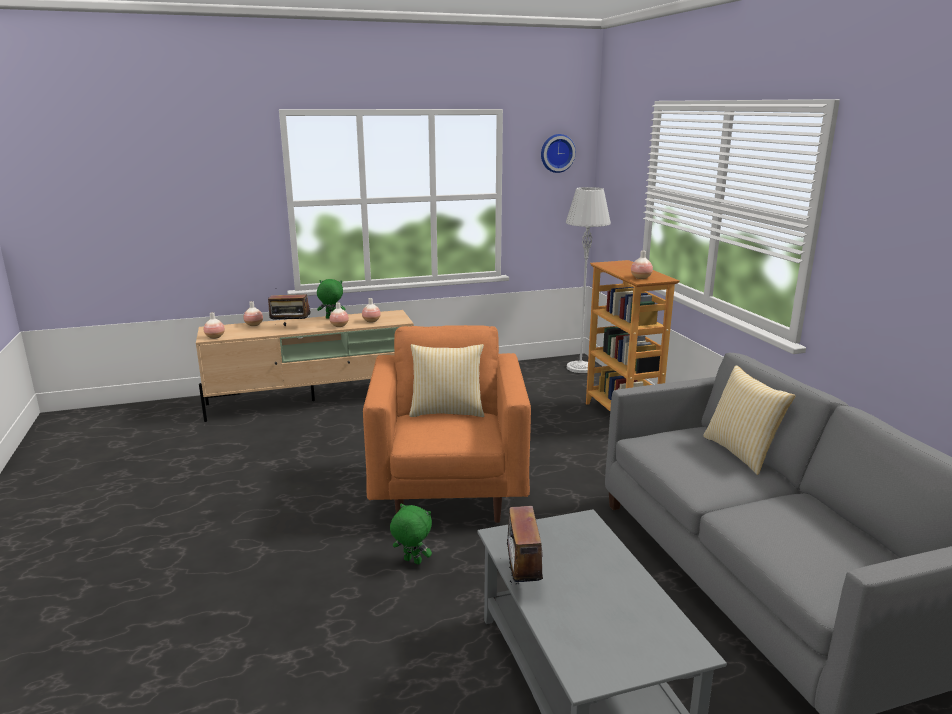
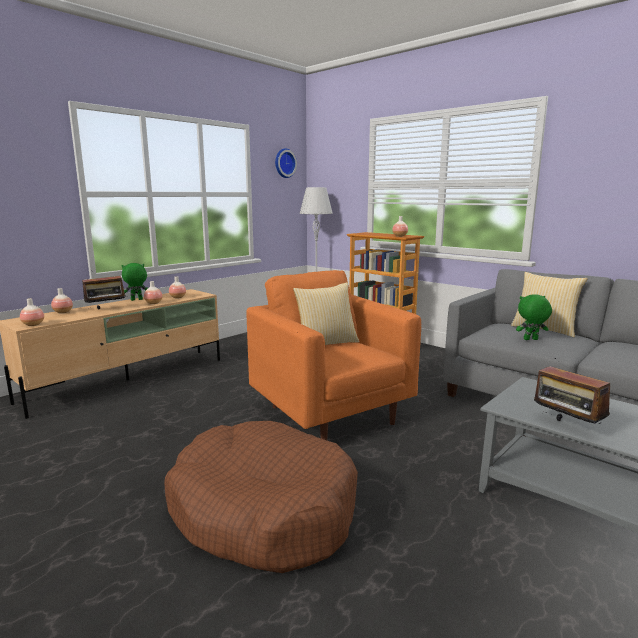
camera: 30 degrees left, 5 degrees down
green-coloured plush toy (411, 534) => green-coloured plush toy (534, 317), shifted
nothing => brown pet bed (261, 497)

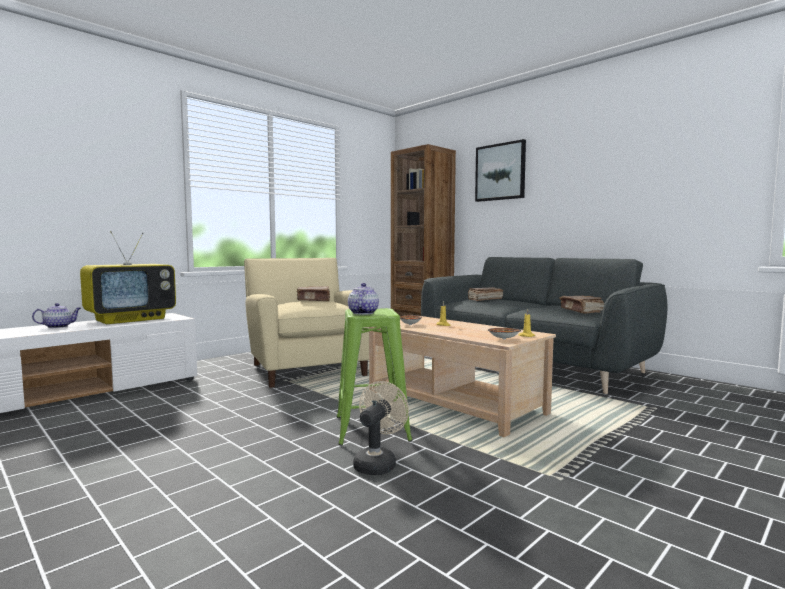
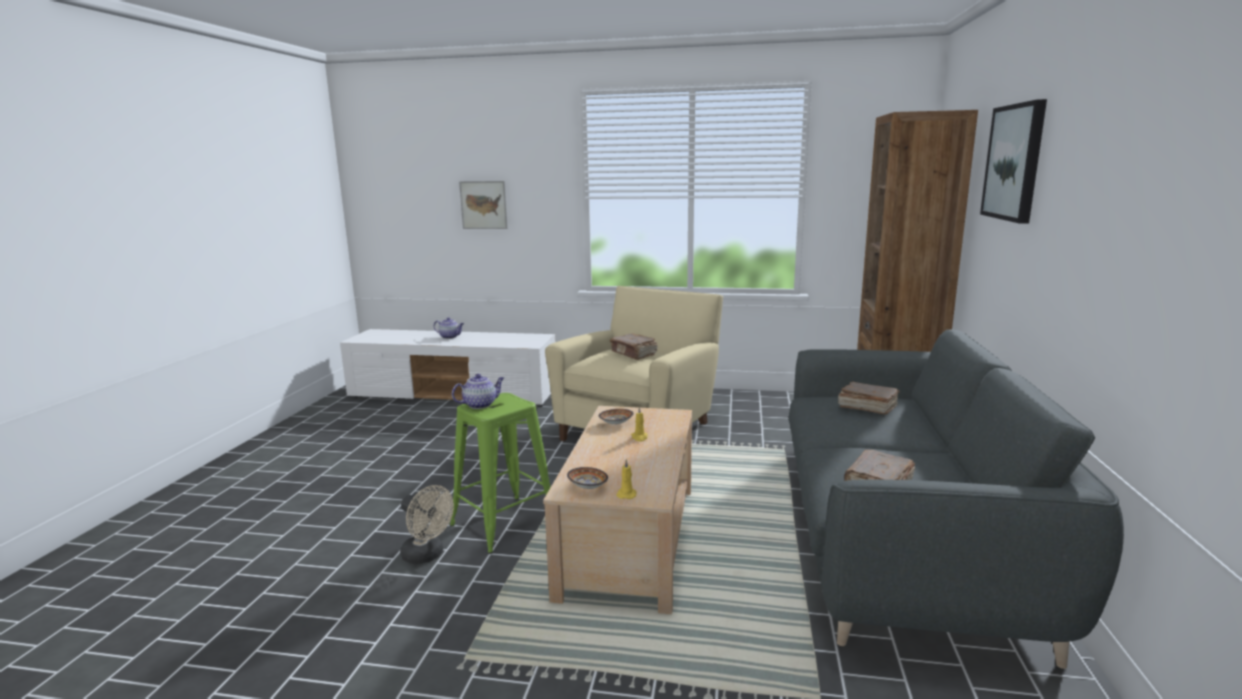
camera: 55 degrees right, 10 degrees up
television (128, 277) => nothing
beige-coloured fan (381, 428) => beige-coloured fan (427, 524), 45 degrees clockwise
nothing => wall picture (483, 205)

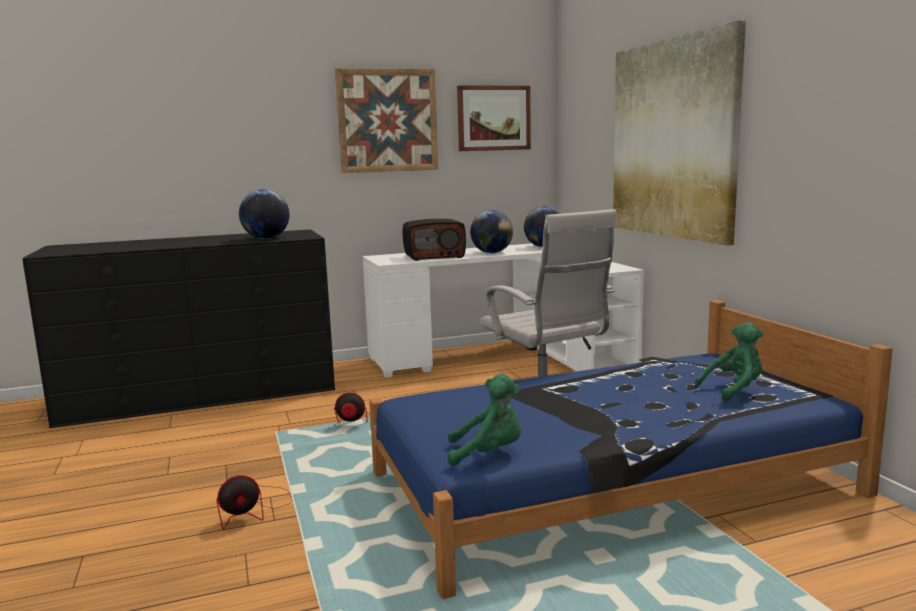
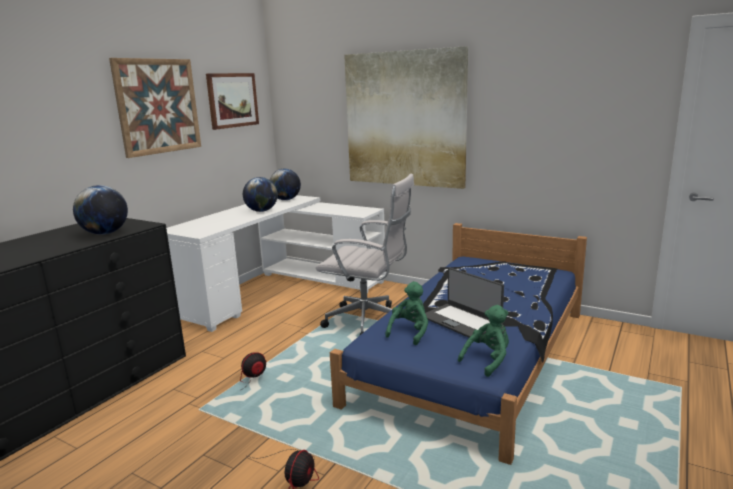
camera: 40 degrees left, 5 degrees up
radio receiver (434, 240) => nothing
green-coloured plush toy (729, 362) => green-coloured plush toy (406, 313), shifted
nothing => portable computer (464, 302)

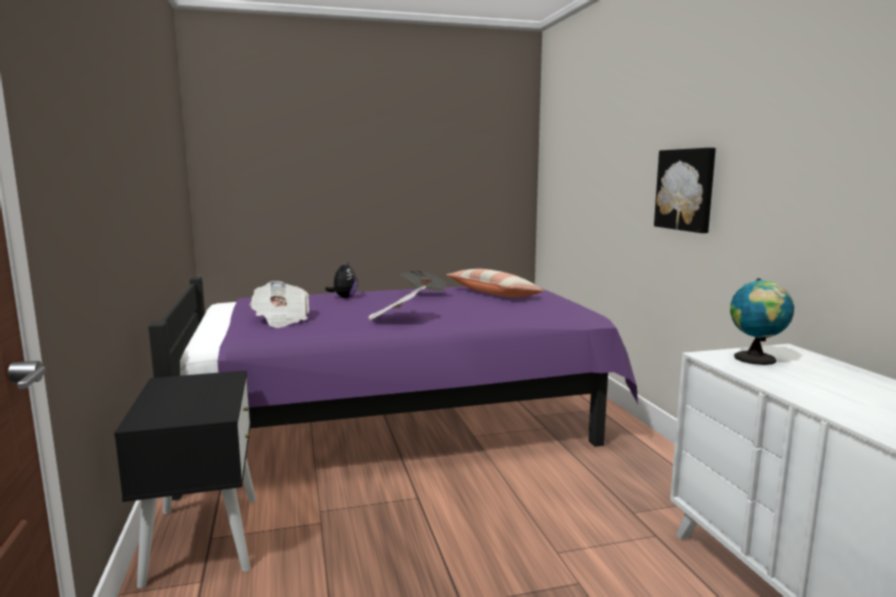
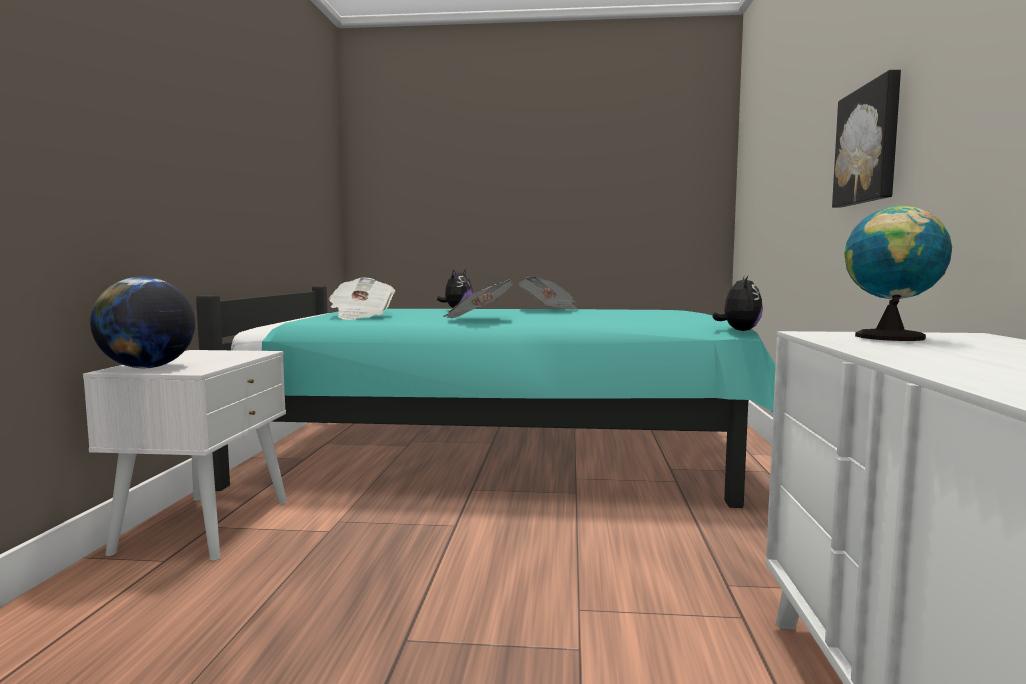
camera: 20 degrees right, 5 degrees down
cushion (495, 283) => nothing
purple sleeping bed (393, 388) => turquoise-coloured sleeping bed (486, 397)
black night table (185, 479) => whitish night table (185, 455)
nothing => plush toy (737, 303)
nothing => globe (142, 322)

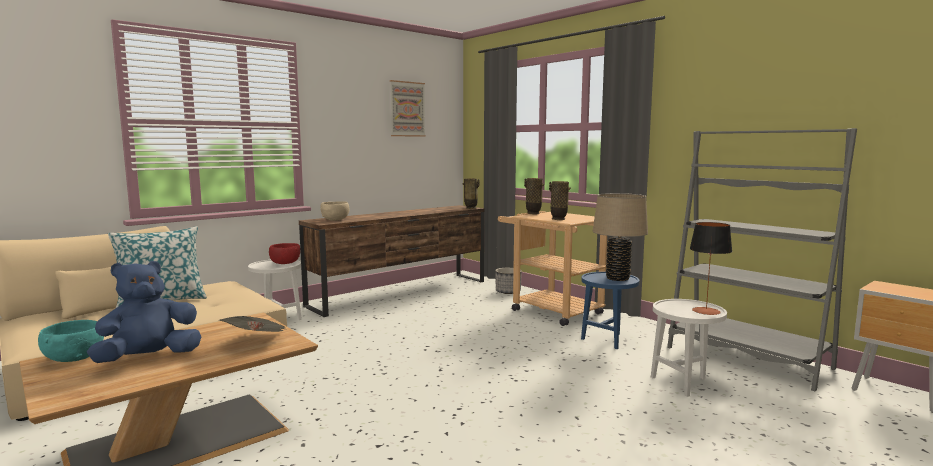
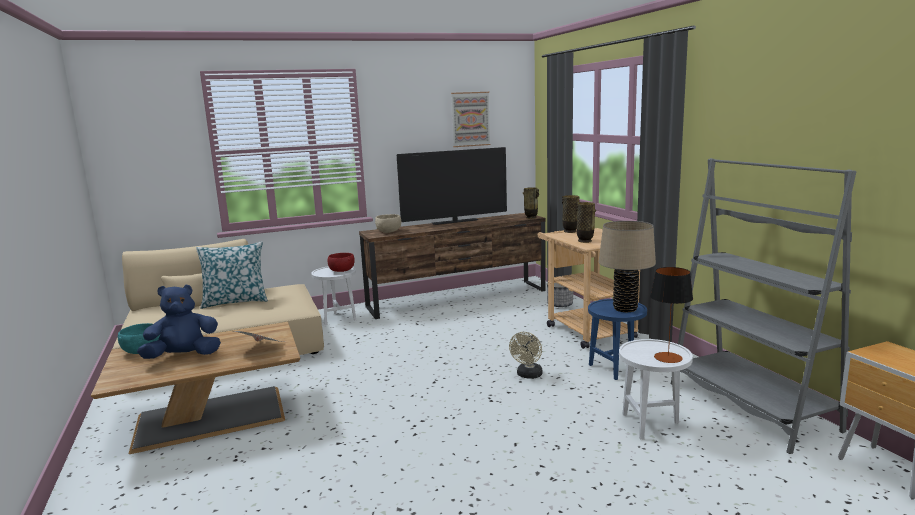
camera: 20 degrees right, 5 degrees up
nothing => television (452, 186)
nothing => beige-coloured fan (526, 355)

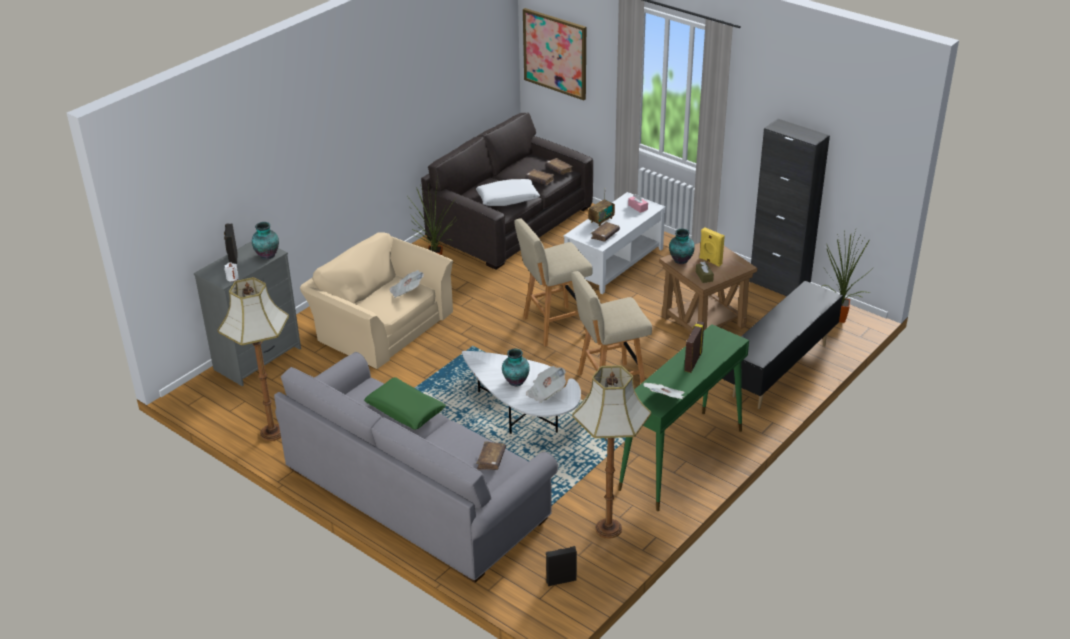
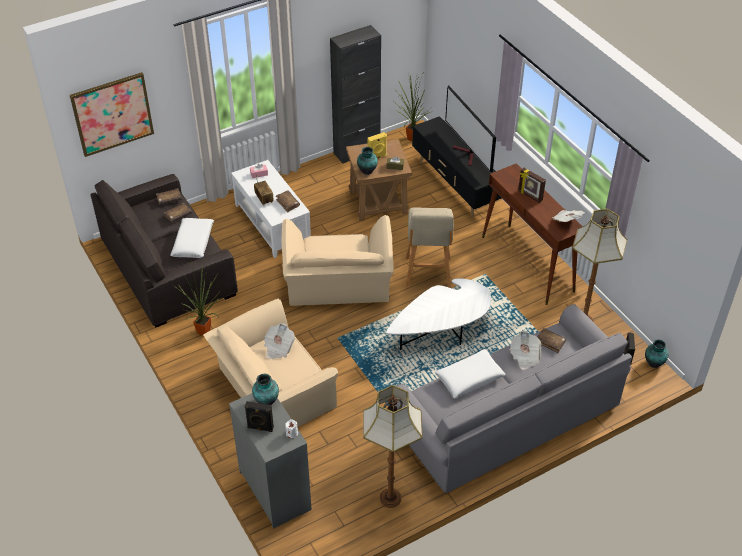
camera: 70 degrees left, 10 degrees up
beige-coloured stool (553, 282) => beige-coloured easy chair (338, 260)
green-coloured console table (683, 417) => brown console table (532, 234)
vase (516, 367) => vase (656, 353), shifted
printed paper (546, 384) => printed paper (525, 350), shifted
green-coloured cushion (405, 403) => whitish cushion (470, 373)
nothing => television (470, 129)

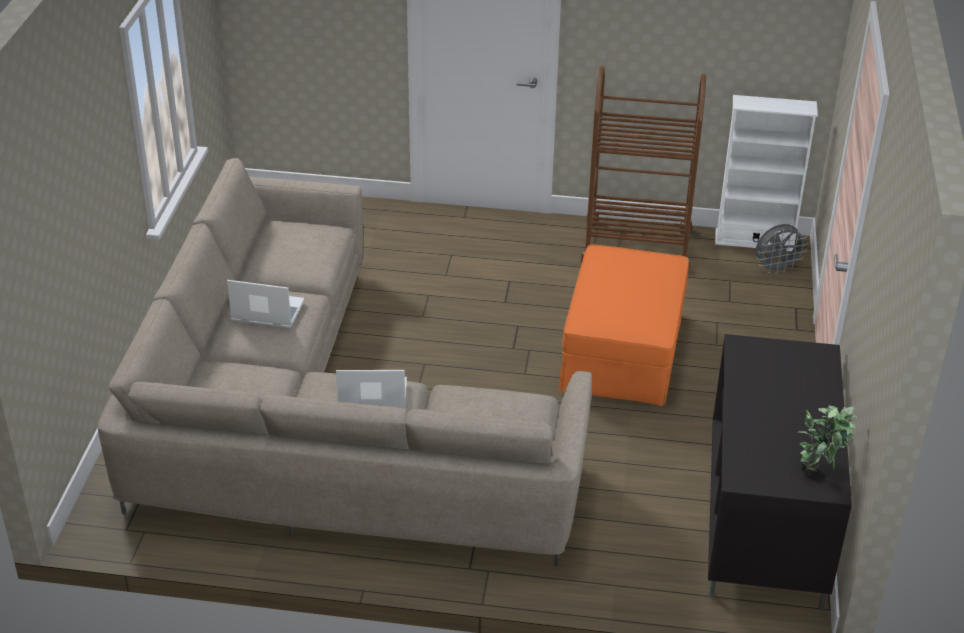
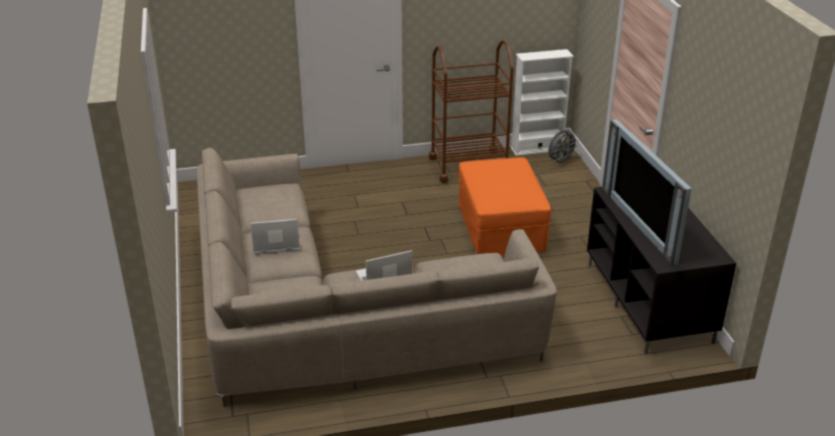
camera: 20 degrees left, 5 degrees down
houseplant (828, 440) => nothing
nothing => television (647, 192)

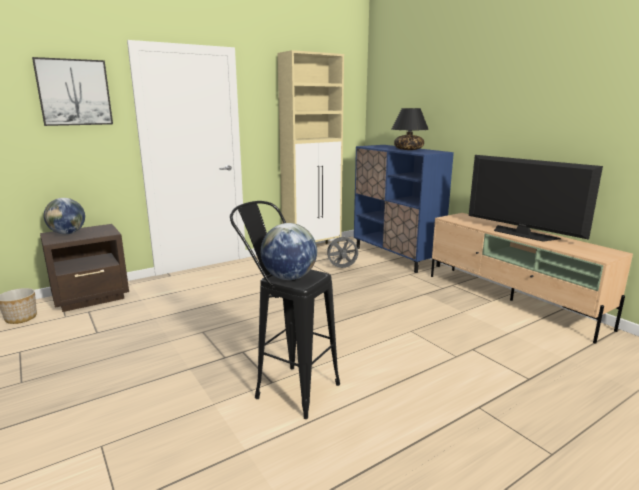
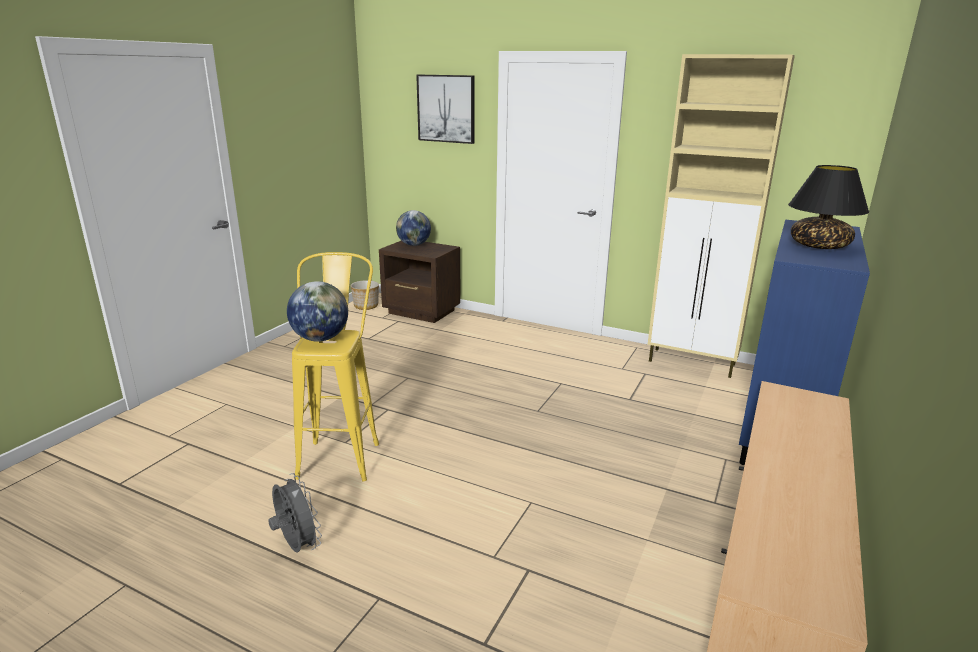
camera: 60 degrees right, 5 degrees up
television (536, 198) => nothing
black stool (285, 310) => yellow stool (335, 366)
grey fan (342, 251) => grey fan (295, 513), shifted

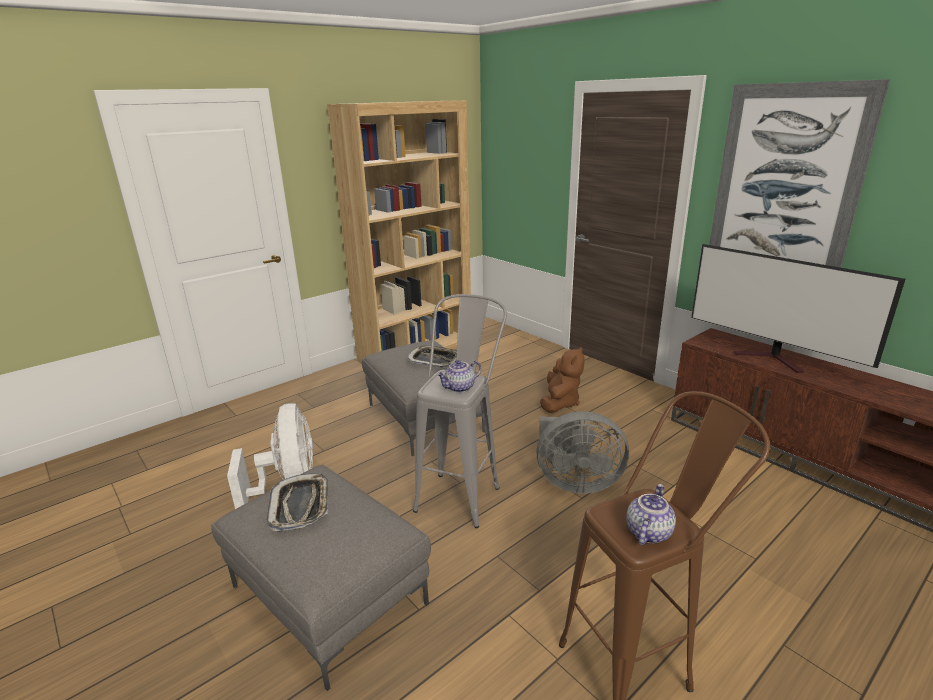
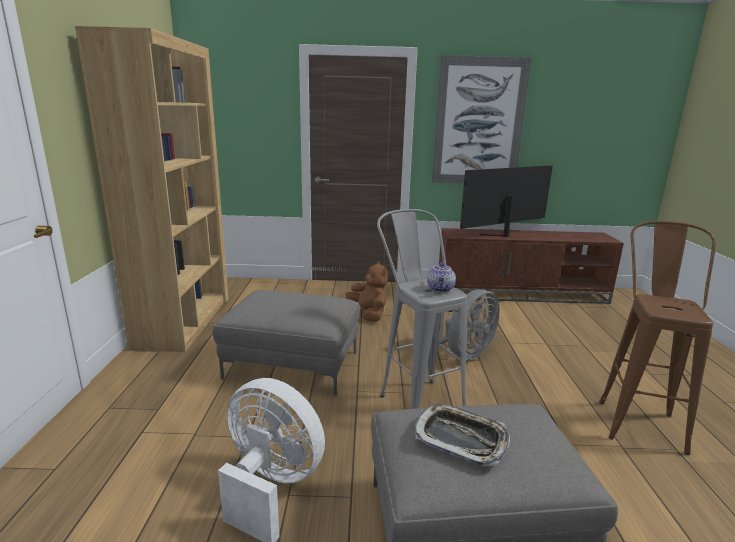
camera: 50 degrees left, 5 degrees down
television (798, 308) => television (506, 201), 150 degrees clockwise
serving tray (432, 356) => nothing
teapot (651, 514) => nothing

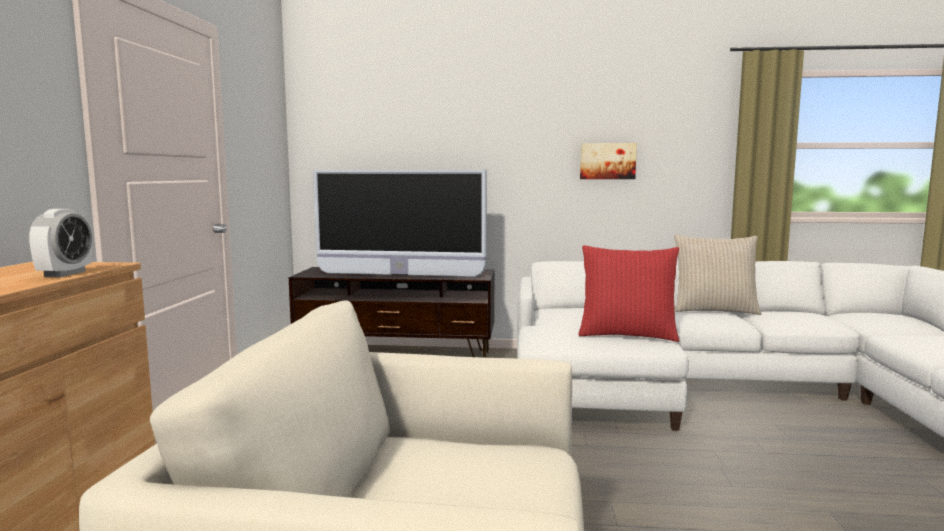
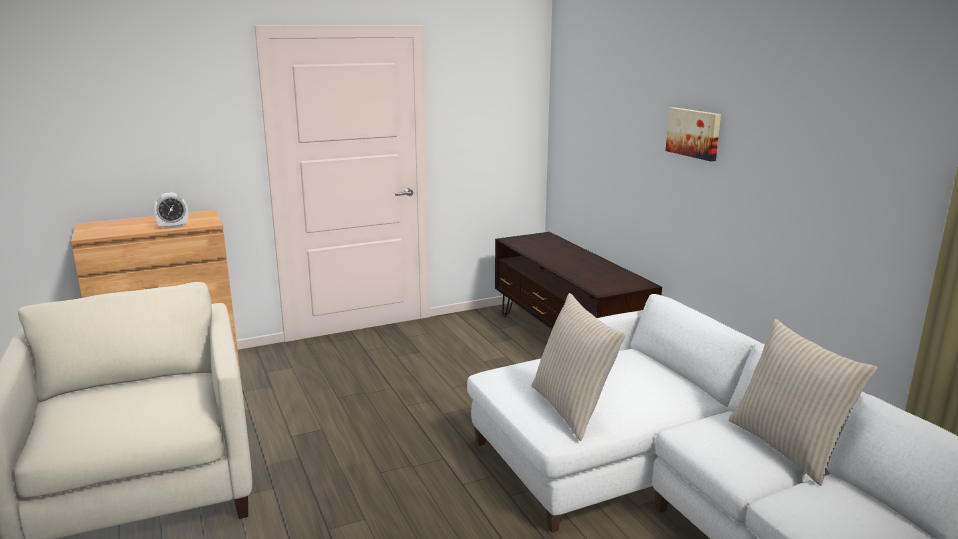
camera: 60 degrees right, 10 degrees up
wall picture (608, 161) => wall picture (693, 134), shifted
television (400, 223) => nothing
red-coloured cushion (628, 293) => beige-coloured cushion (579, 367)

